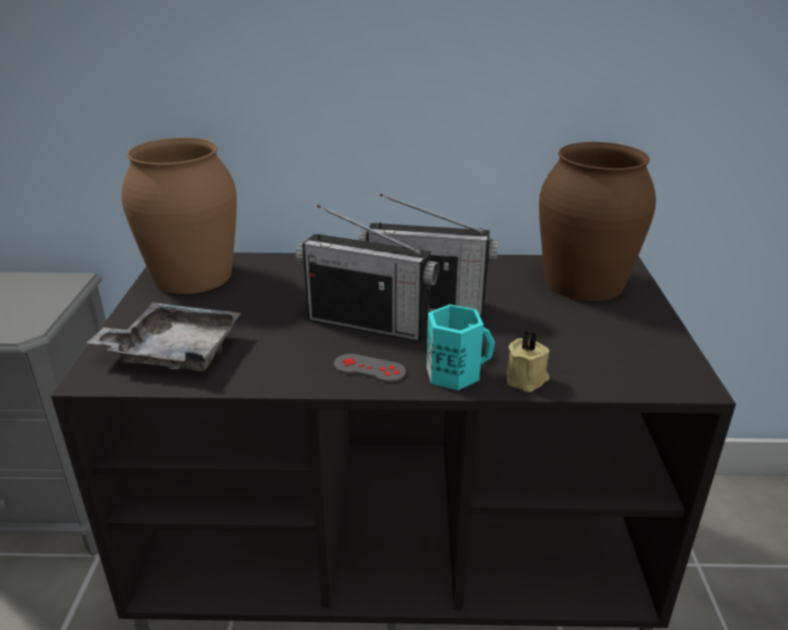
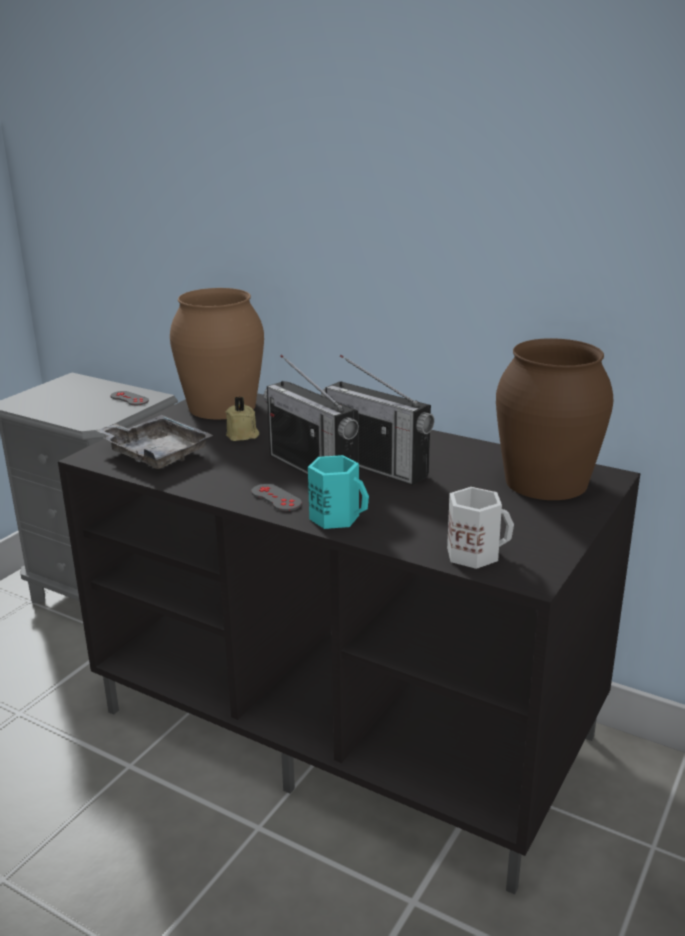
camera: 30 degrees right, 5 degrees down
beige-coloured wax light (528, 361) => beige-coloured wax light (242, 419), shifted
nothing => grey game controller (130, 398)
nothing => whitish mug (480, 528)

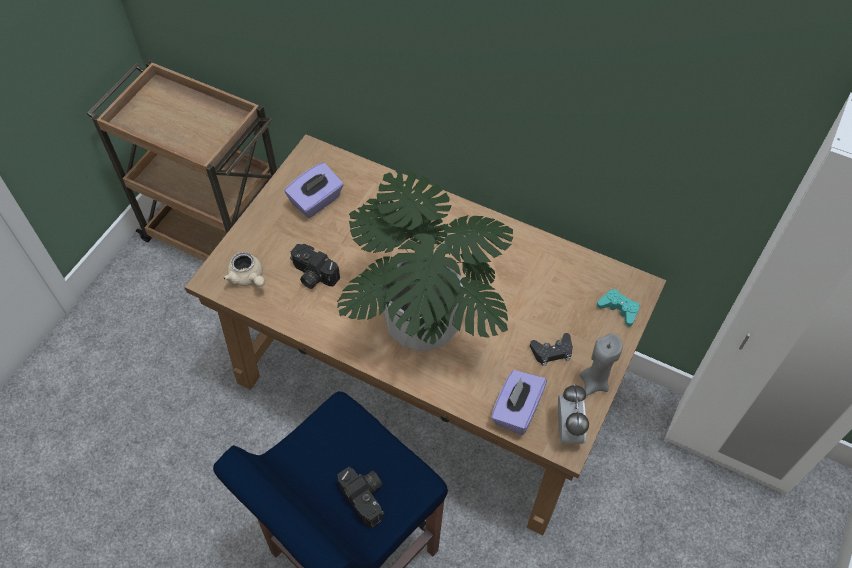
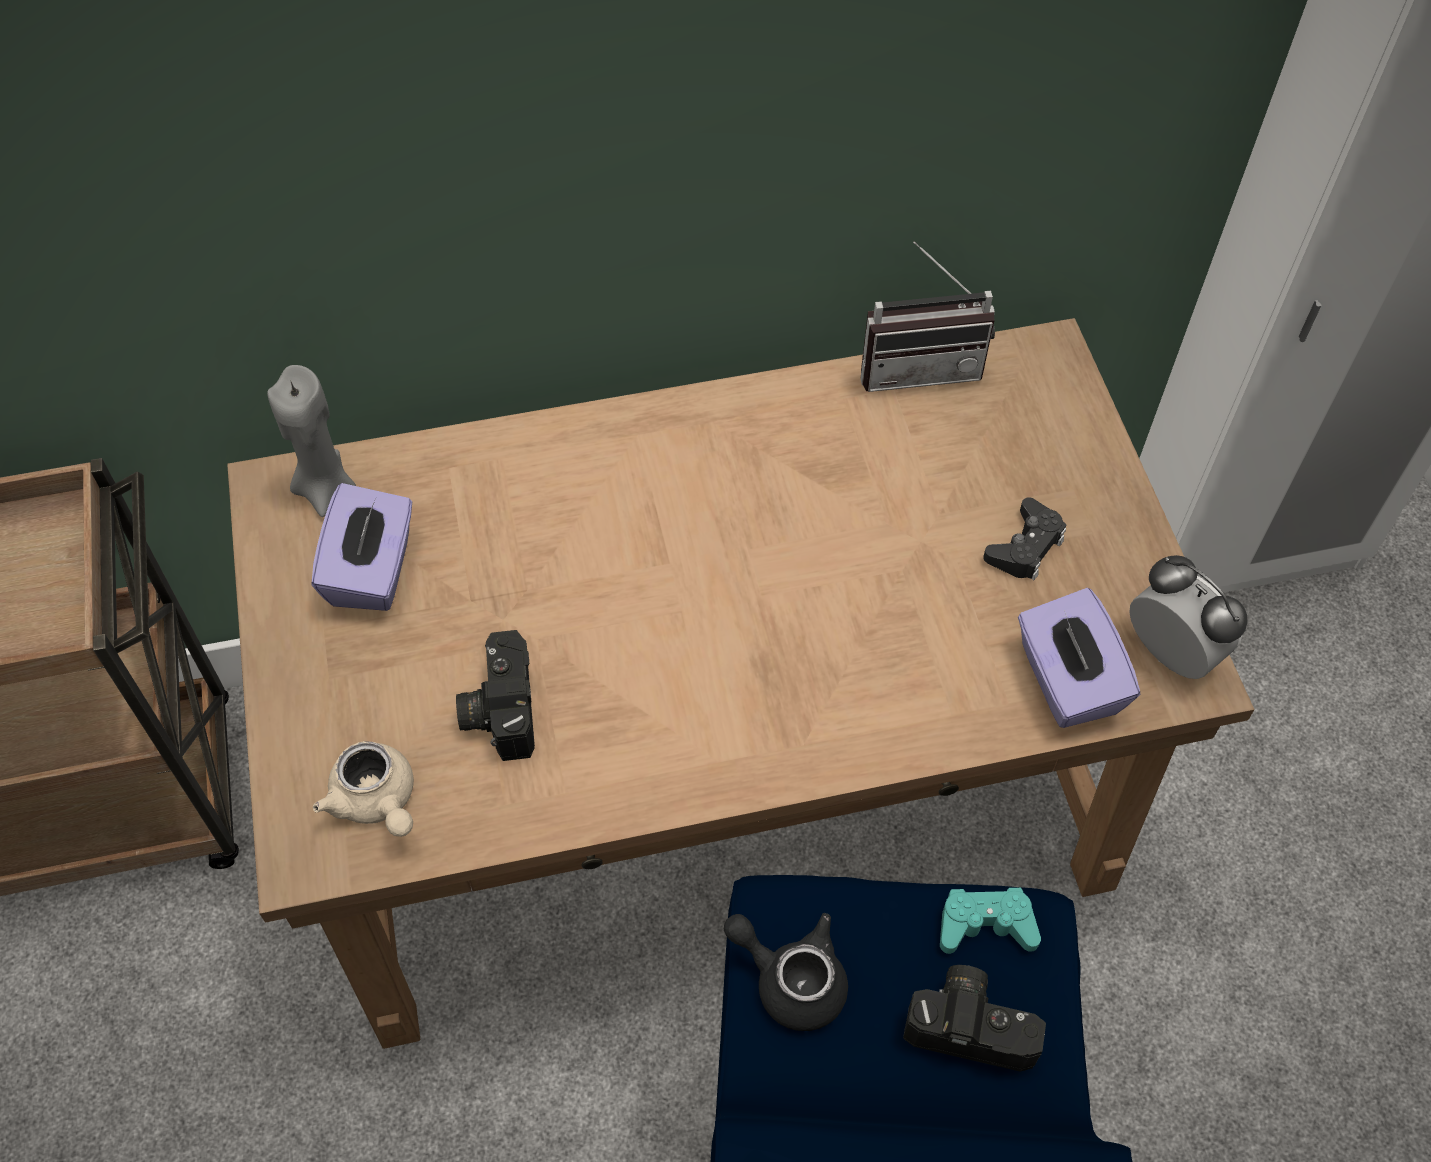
camera: 40 degrees left, 0 degrees up
houseplant (425, 261) => nothing
still camera (315, 266) => still camera (495, 695), 90 degrees clockwise
beige-coloured teapot (244, 269) => beige-coloured teapot (363, 789), 45 degrees clockwise
turquoise-coloured game controller (618, 308) => turquoise-coloured game controller (990, 921), shifted
grey wax light (601, 364) => grey wax light (311, 441), shifted
nothing => radio receiver (928, 316)
nothing => black teapot (786, 972)

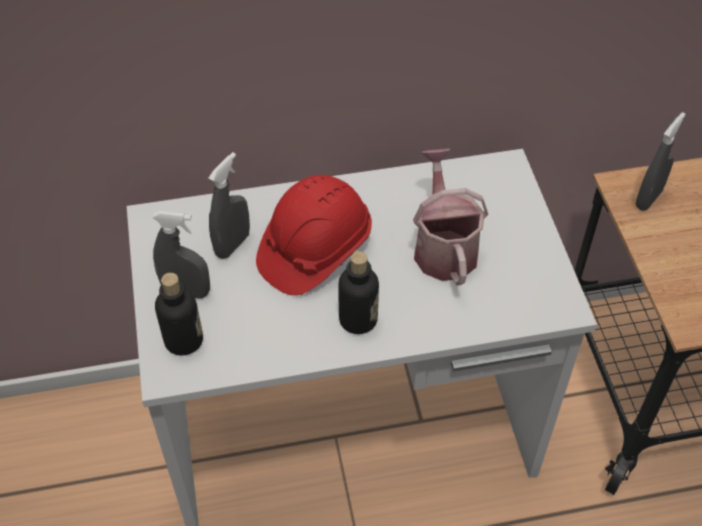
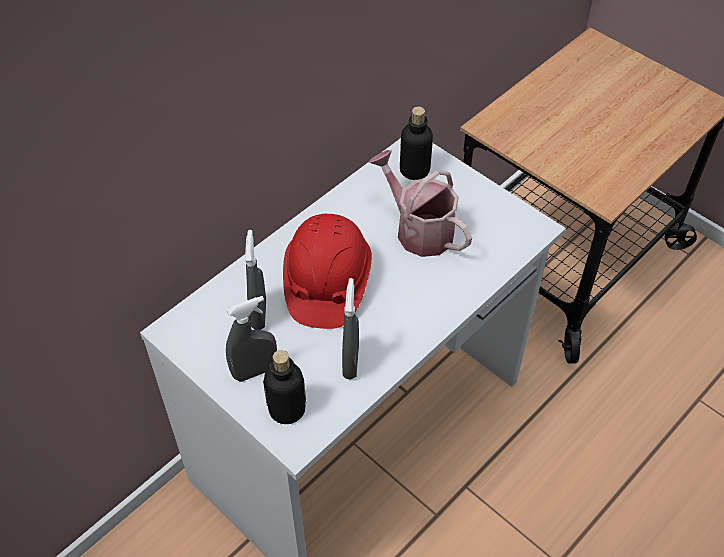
camera: 35 degrees left, 0 degrees up
grey hand sprayer (661, 161) => grey hand sprayer (350, 328), shifted
beverage bottle (358, 292) => beverage bottle (416, 143), shifted

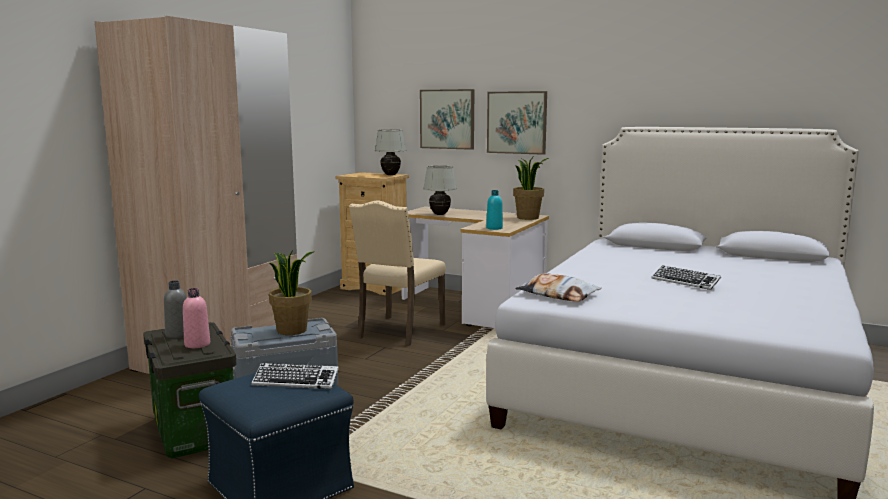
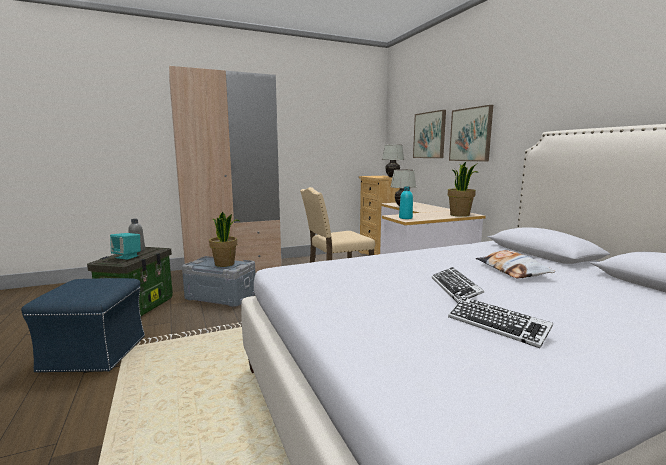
camera: 40 degrees right, 0 degrees up
cushion (558, 287) => cushion (515, 264), shifted
pinkish beverage bottle (196, 318) => turquoise-coloured audio speaker (125, 246)
PC keyboard (295, 376) => PC keyboard (500, 322), shifted

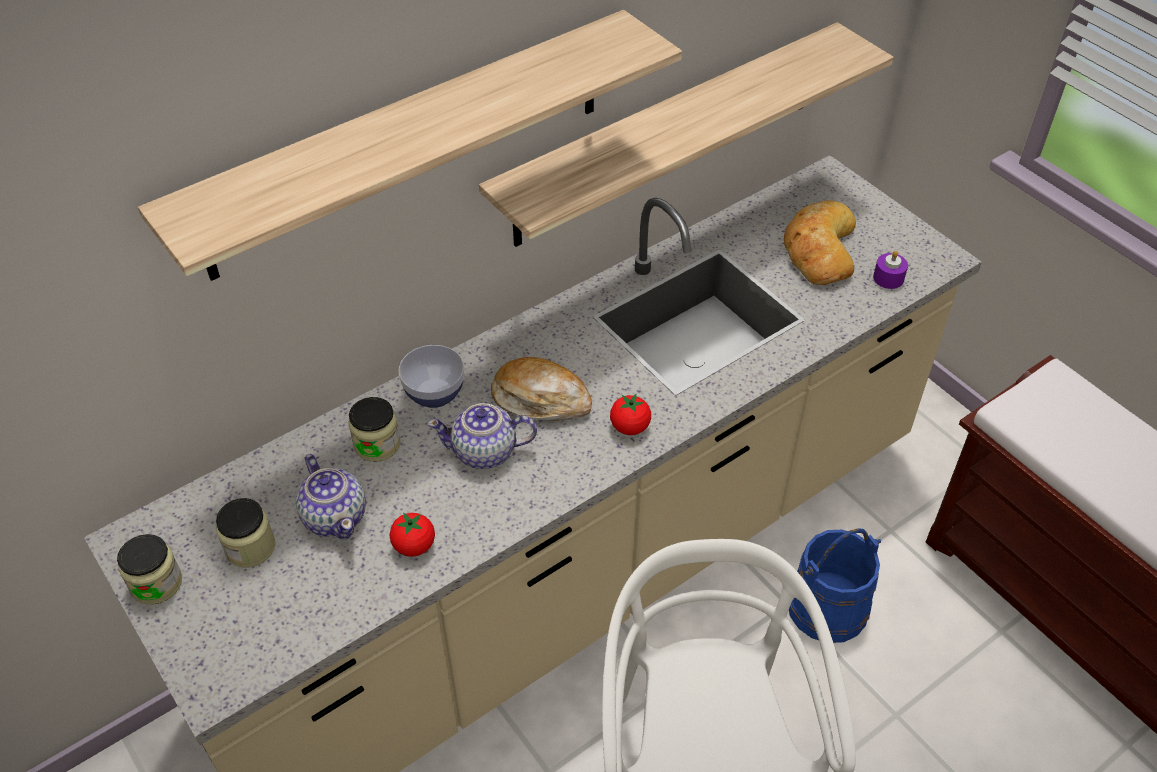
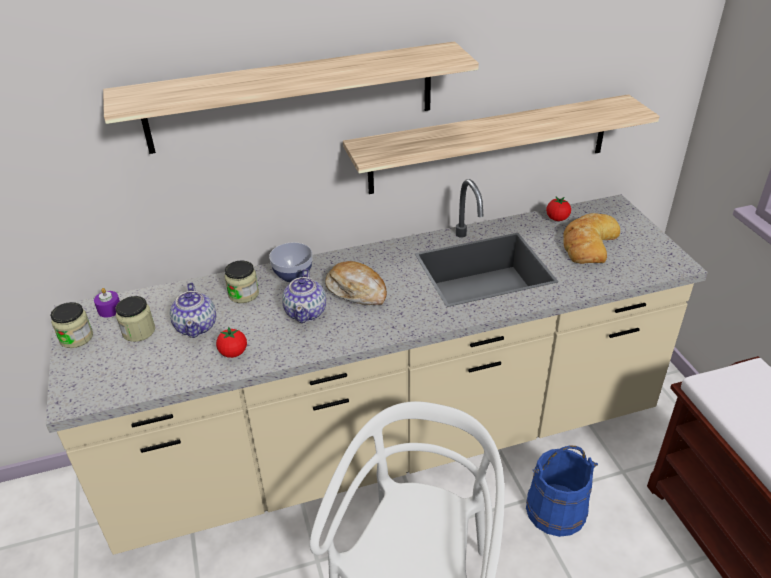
camera: 20 degrees right, 10 degrees down
purple wax light (890, 270) => purple wax light (107, 302), shifted
fresh tomato (630, 414) => fresh tomato (558, 209), shifted
teapot (482, 436) => teapot (304, 296), 105 degrees counterclockwise

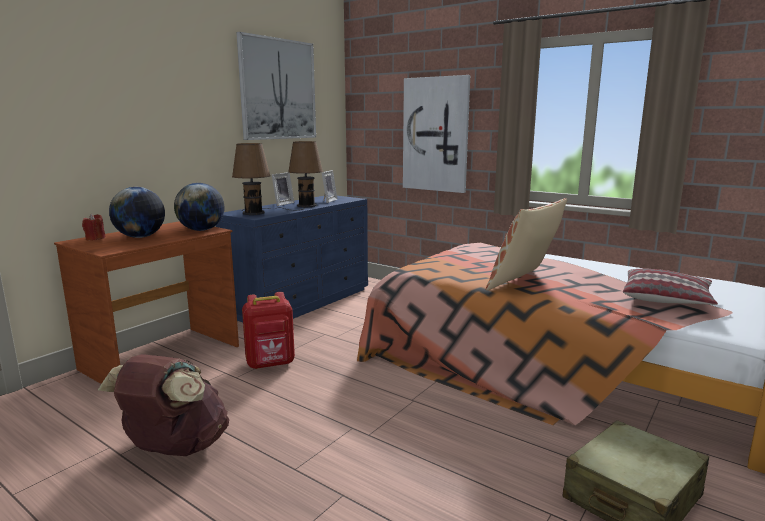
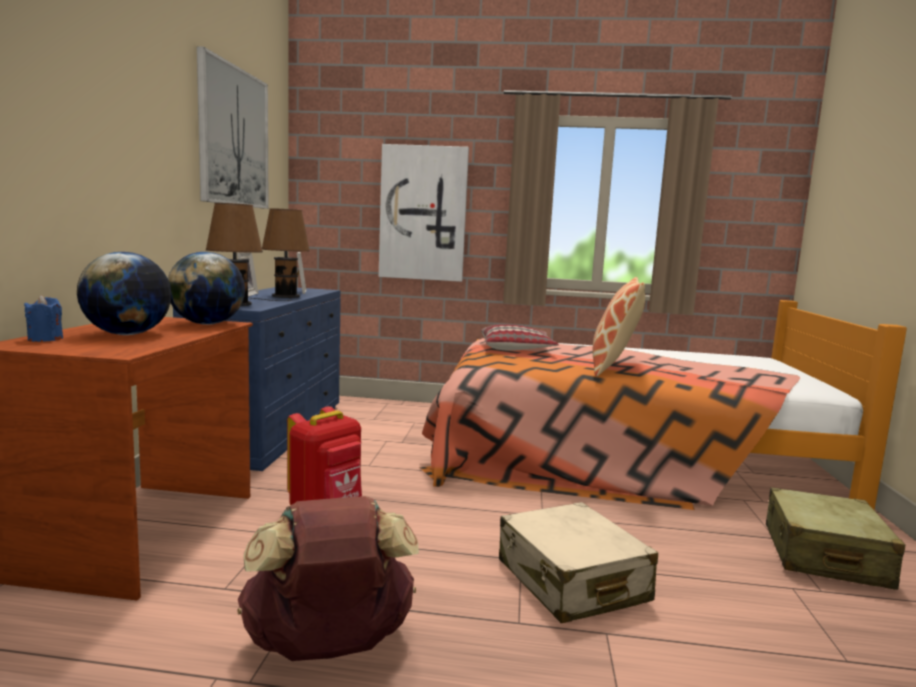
camera: 30 degrees left, 5 degrees down
red-coloured wax light (93, 227) => bluish wax light (43, 318)
cushion (670, 286) => cushion (520, 337), shifted
nothing => beige-coloured travel case (578, 562)

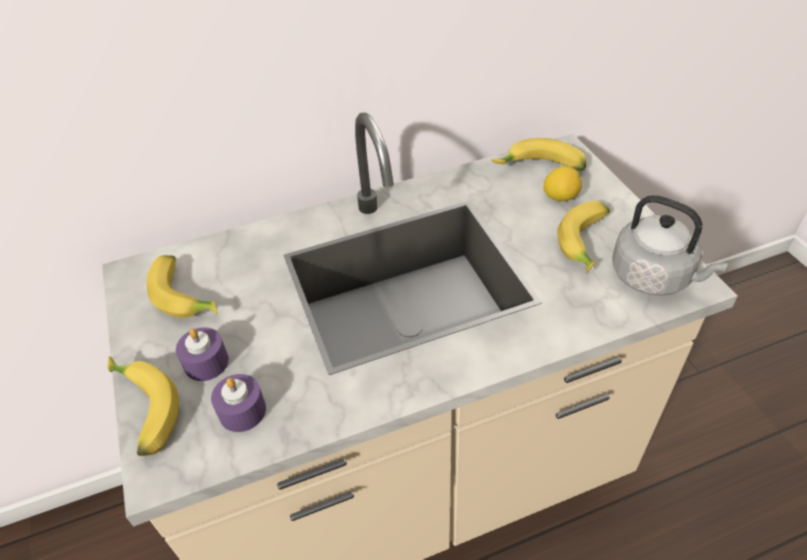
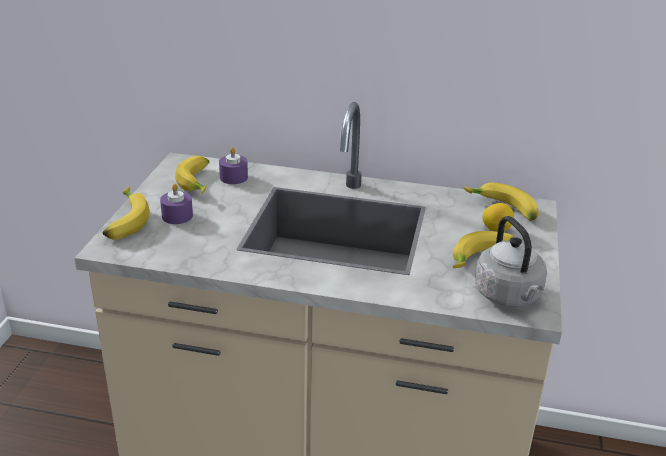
camera: 30 degrees right, 15 degrees down
purple wax light (238, 403) => purple wax light (233, 165), shifted

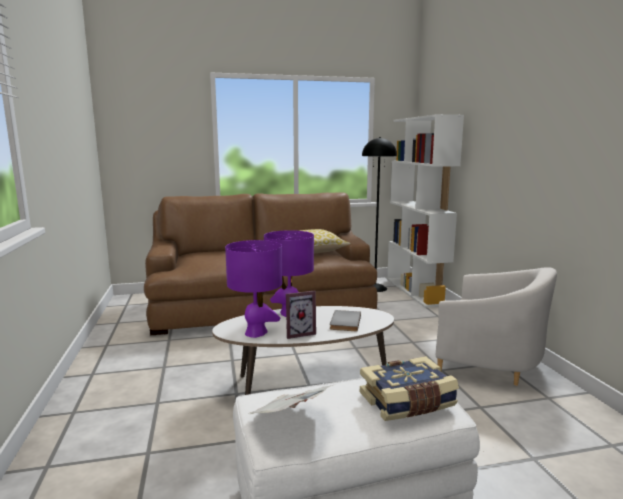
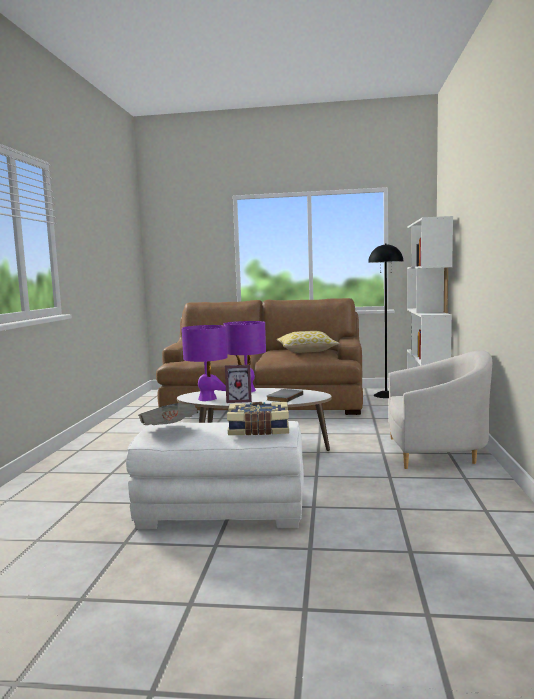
camera: 20 degrees right, 5 degrees down
whitish easy chair (496, 326) => whitish easy chair (440, 409), 45 degrees counterclockwise

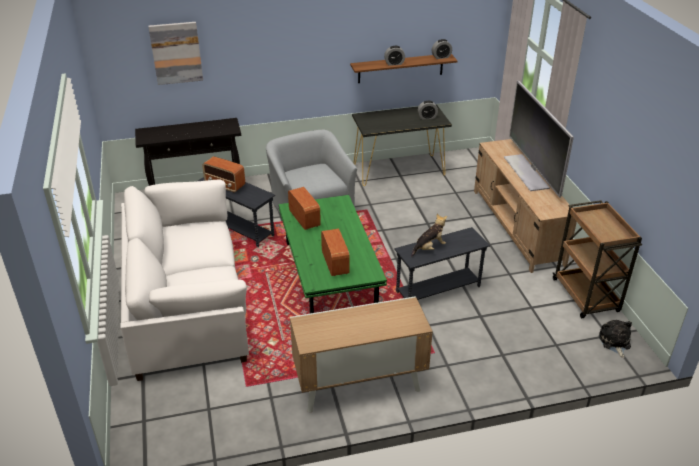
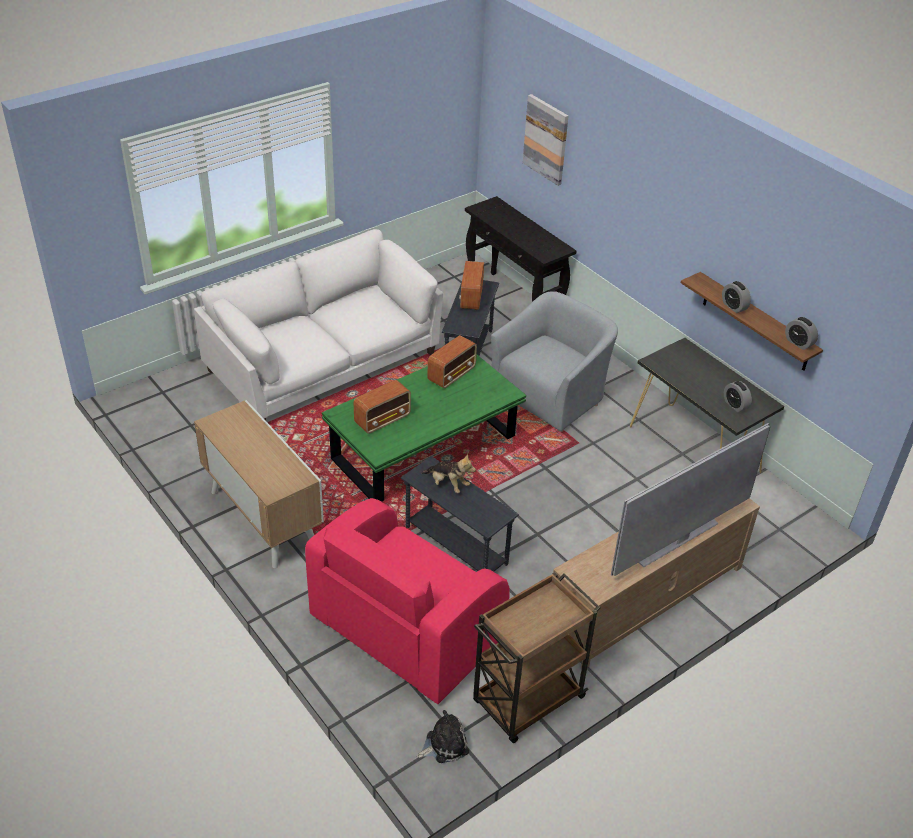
camera: 65 degrees right, 5 degrees up
nothing => pinkish easy chair (407, 601)

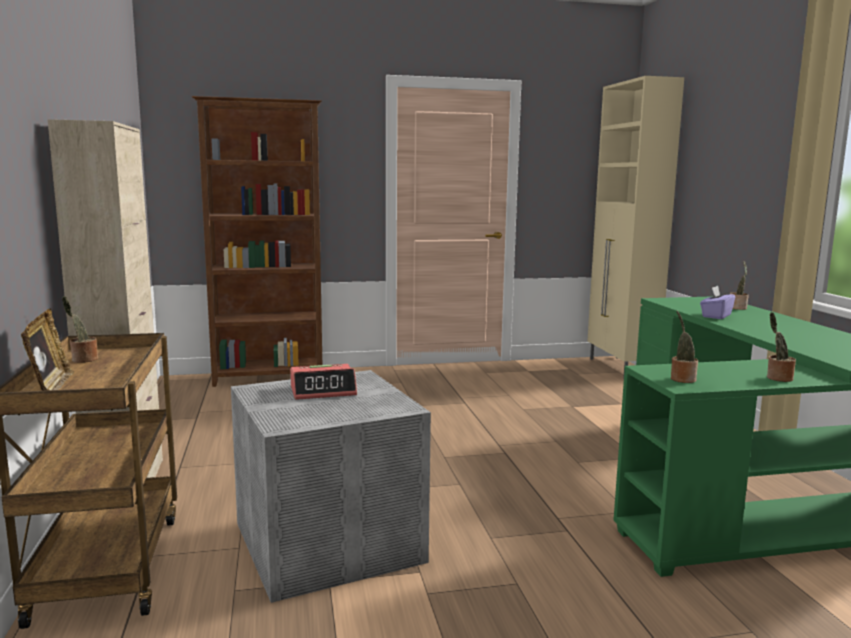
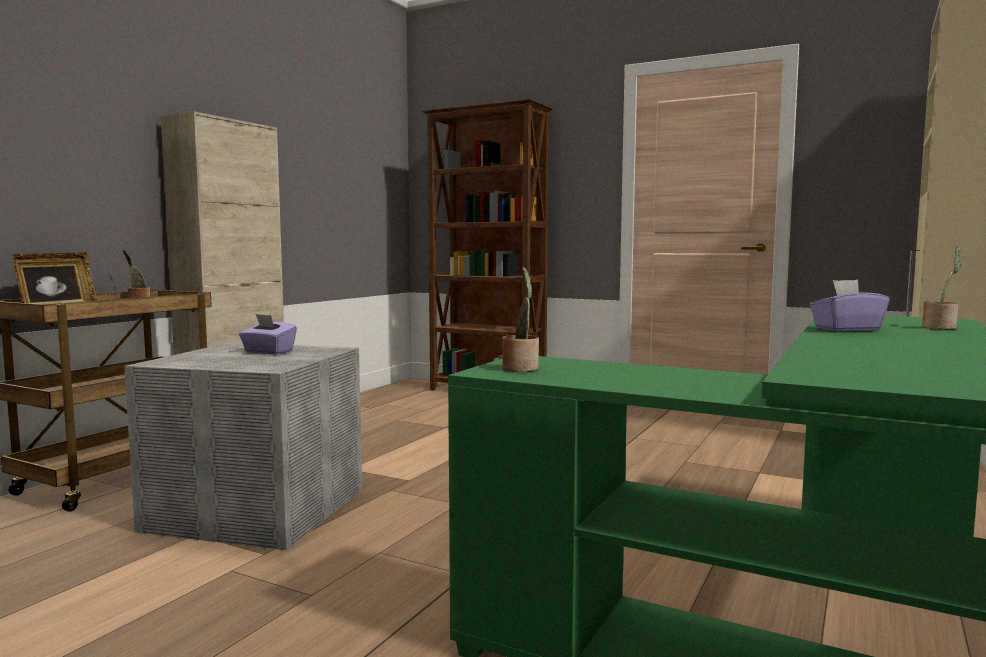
camera: 40 degrees right, 5 degrees down
houseplant (781, 347) => nothing
alarm clock (323, 382) => purple box of tissues (268, 334)

